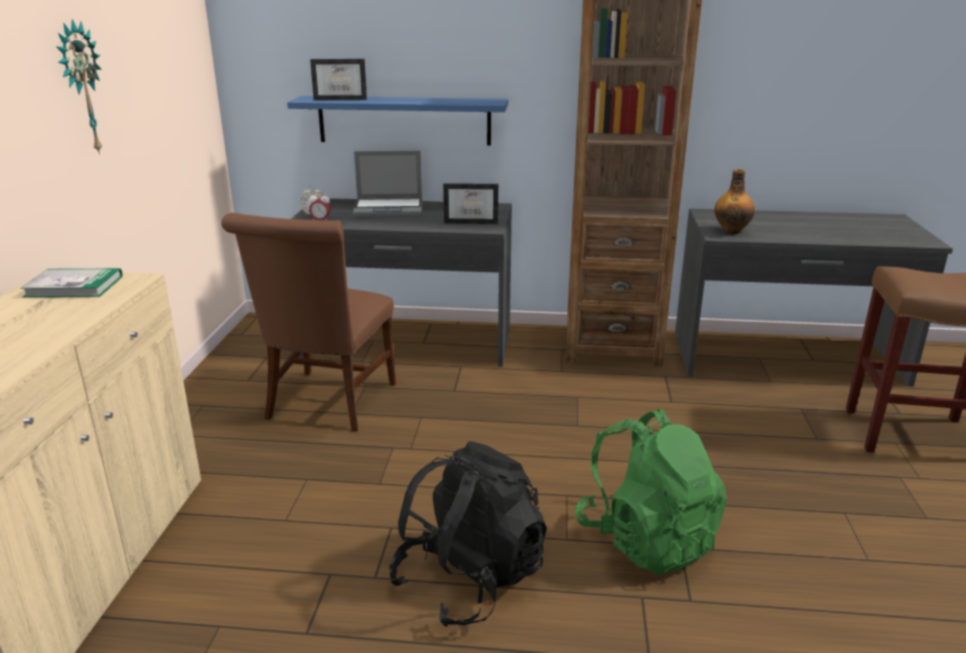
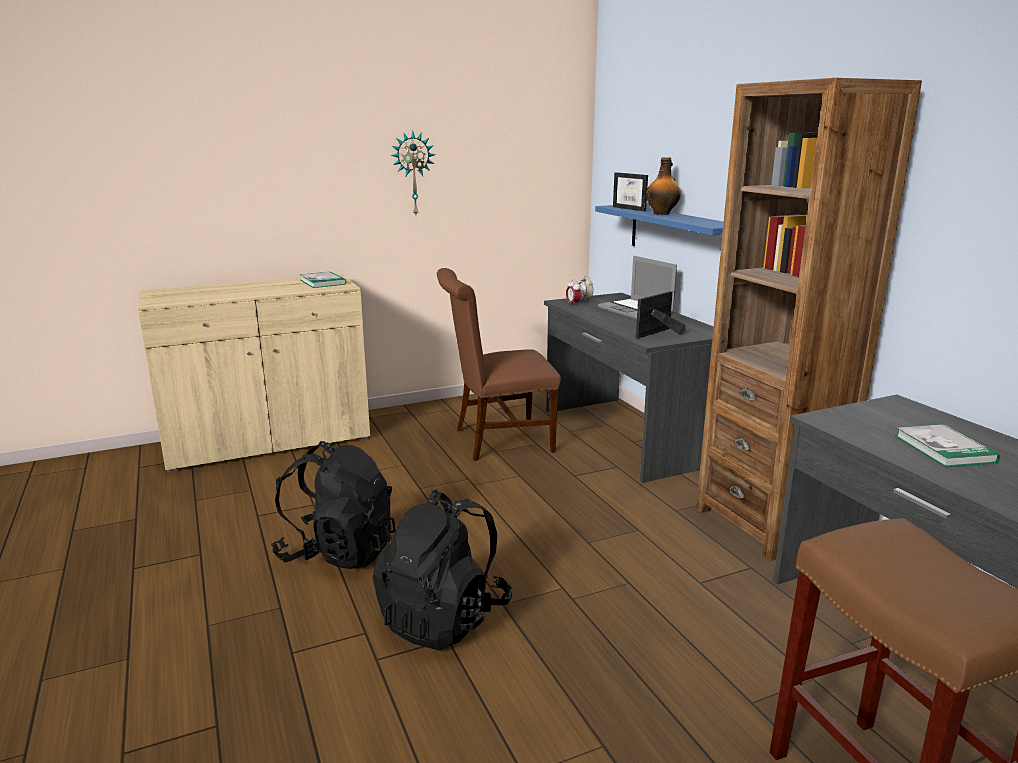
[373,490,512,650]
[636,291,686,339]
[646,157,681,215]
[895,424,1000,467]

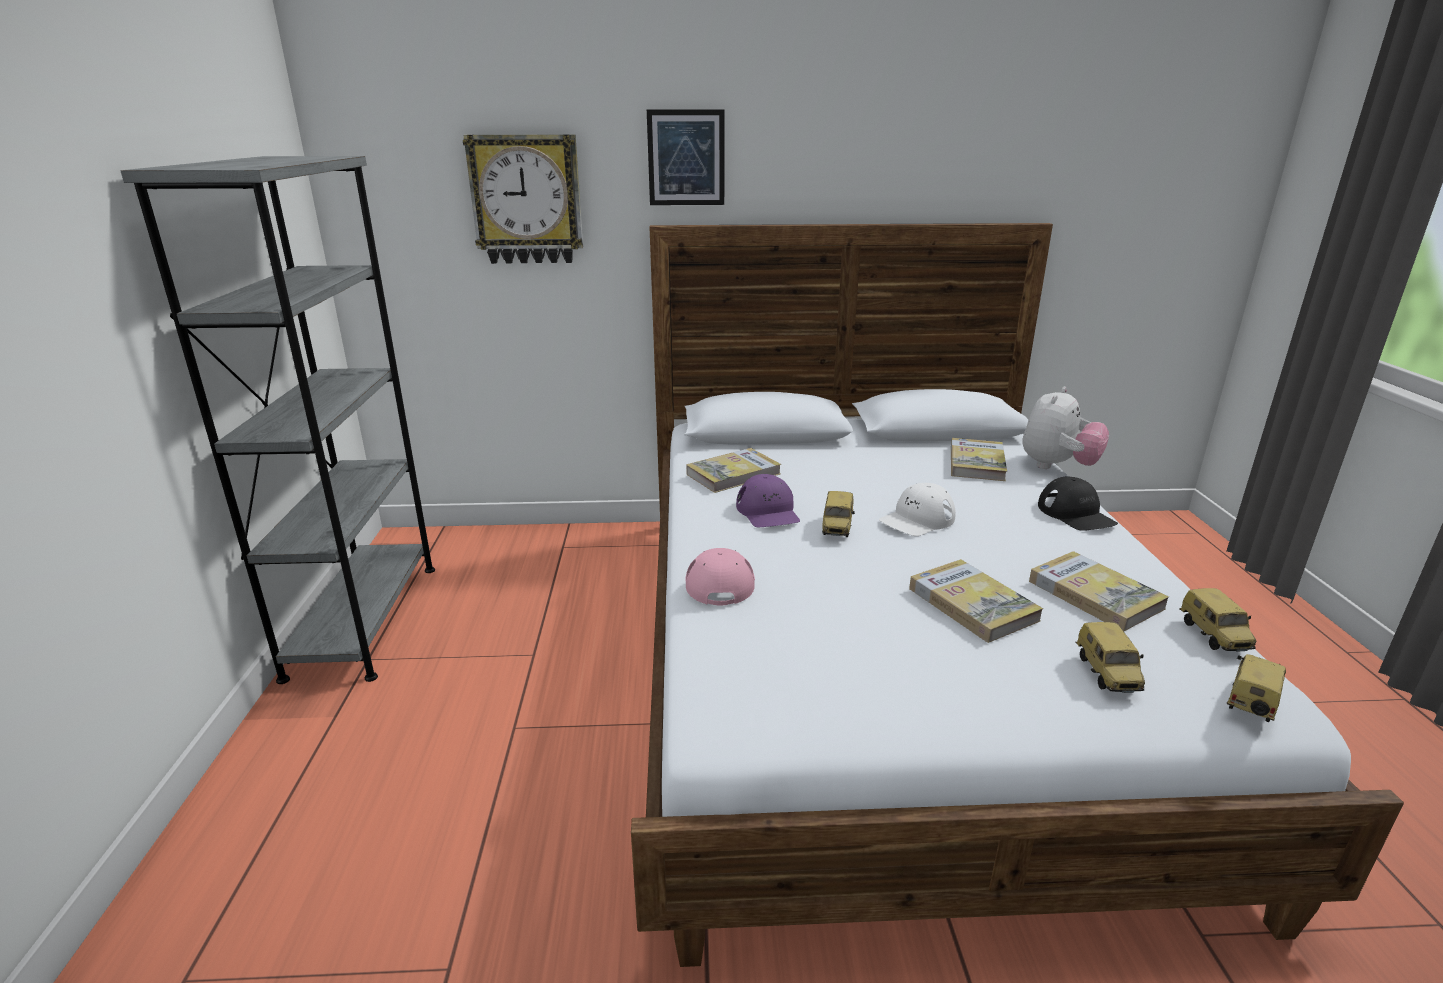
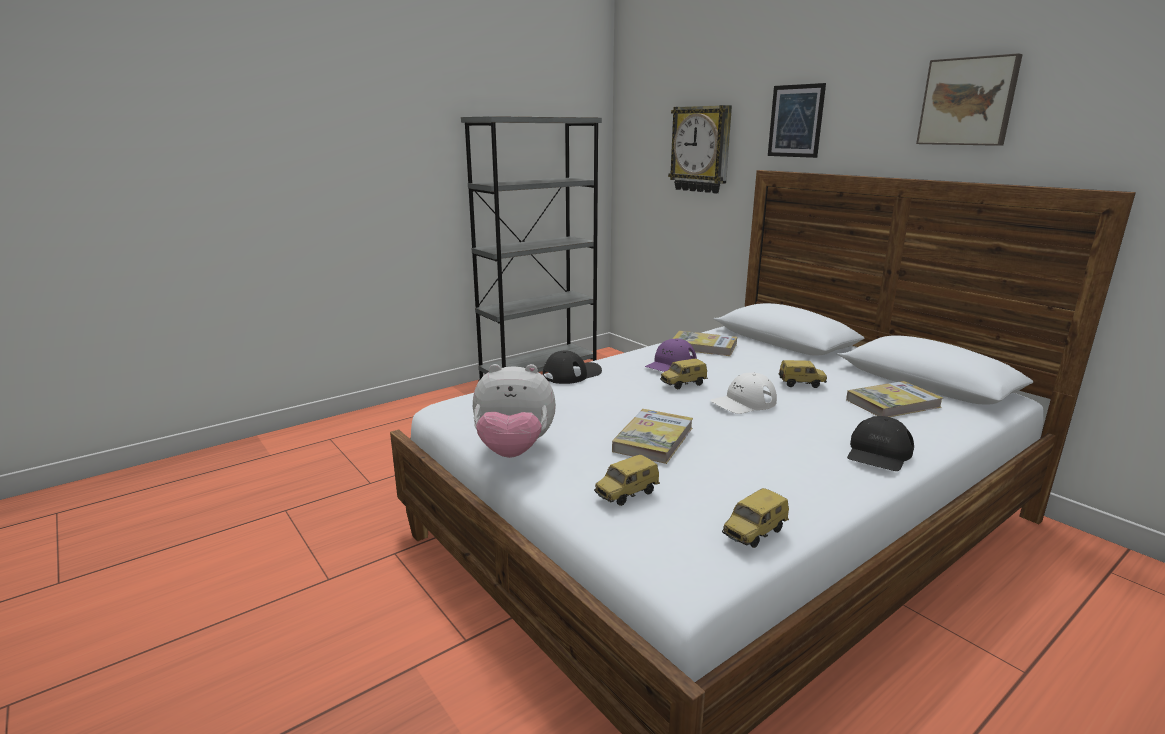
[473,364,556,458]
[543,351,602,384]
[710,372,777,414]
[779,360,827,388]
[916,53,1023,146]
[1029,551,1169,632] (first image)

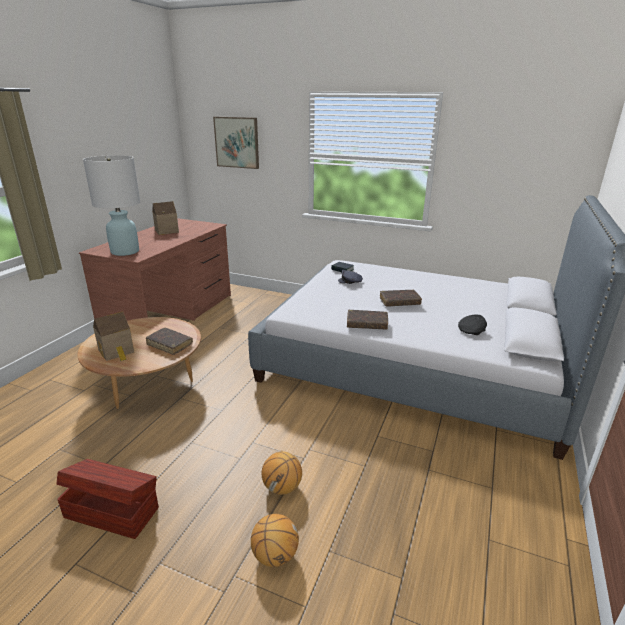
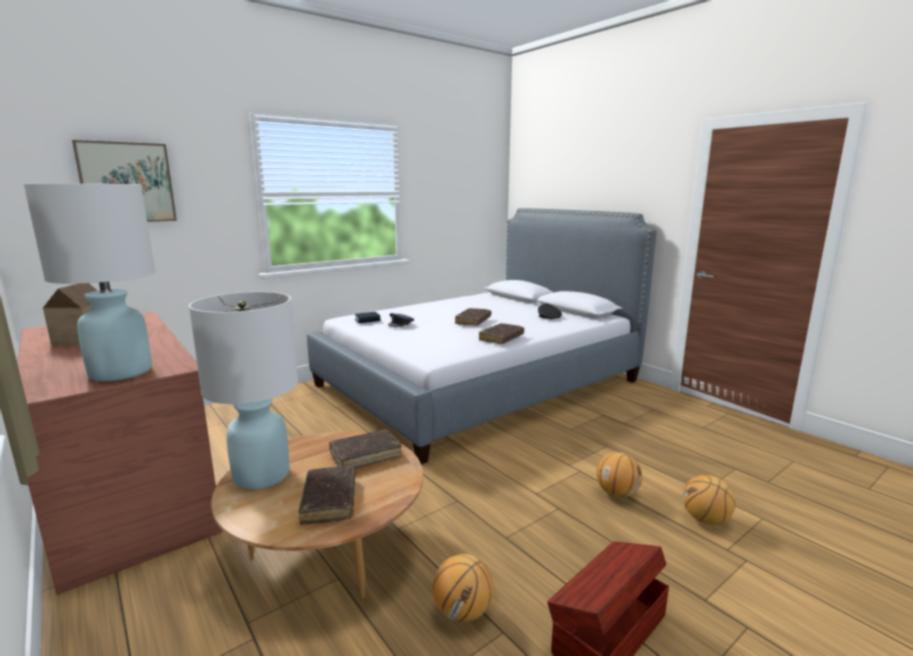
[189,292,298,490]
[299,466,356,525]
[433,554,493,622]

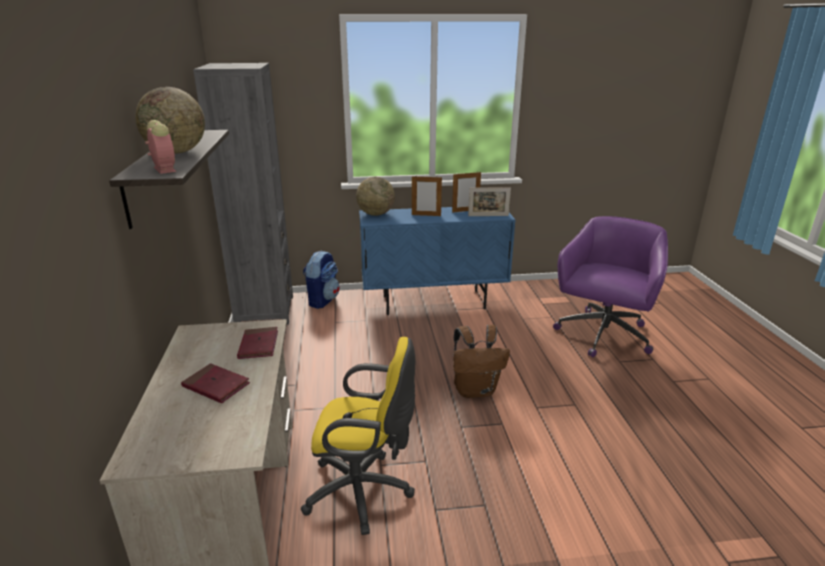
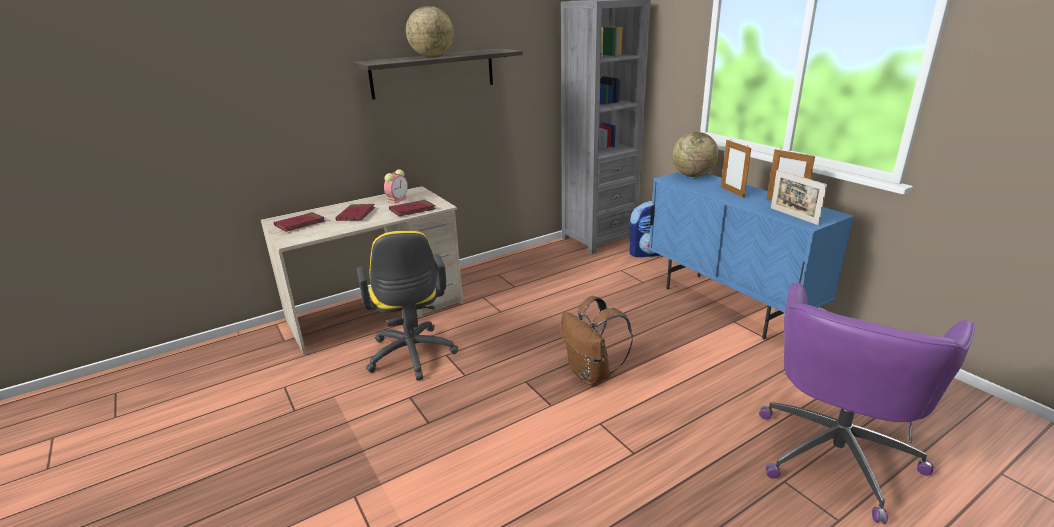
[274,212,325,232]
[384,169,408,204]
[759,283,975,524]

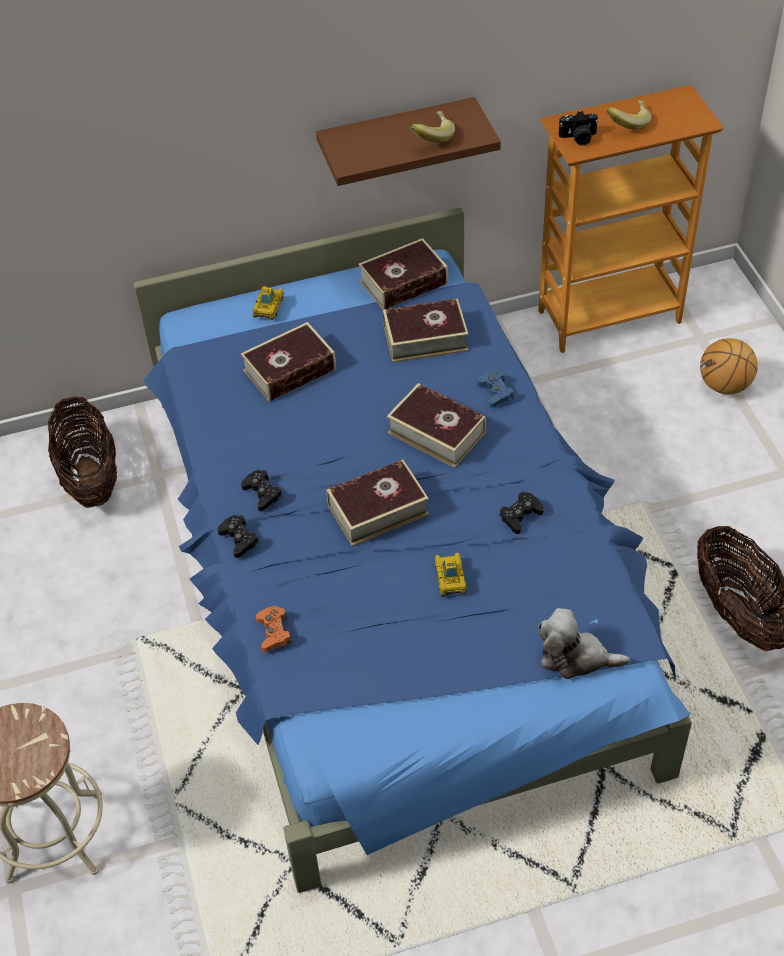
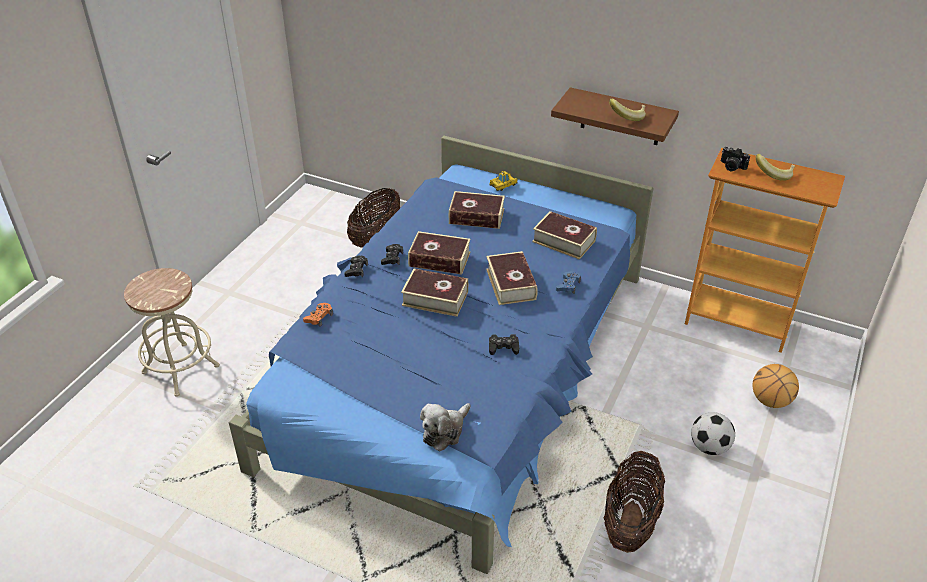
[408,231,470,274]
[420,403,471,452]
[691,412,735,455]
[435,552,467,597] (first image)

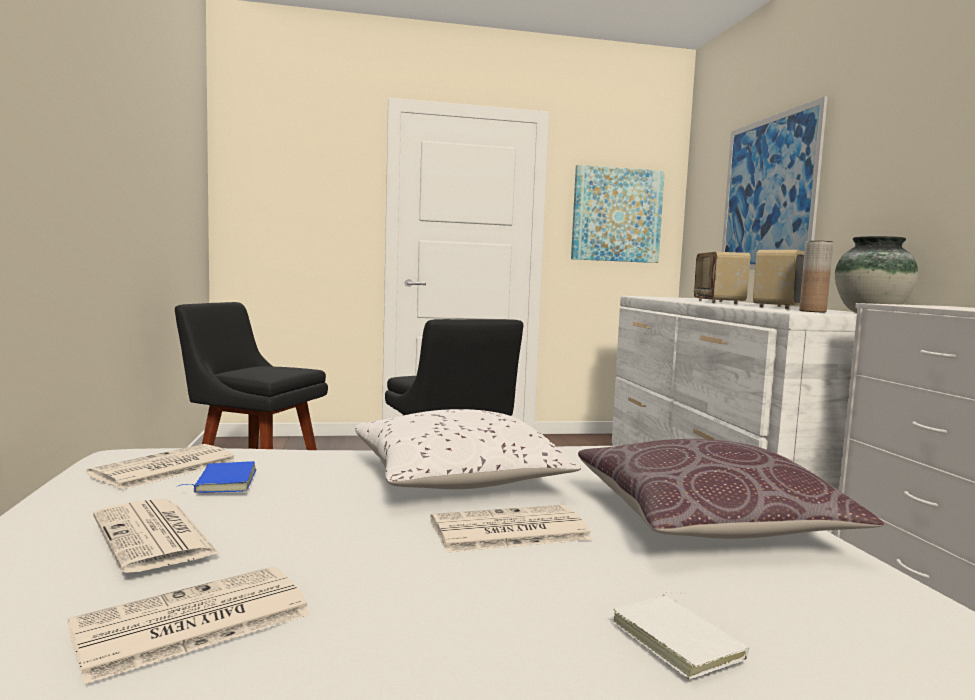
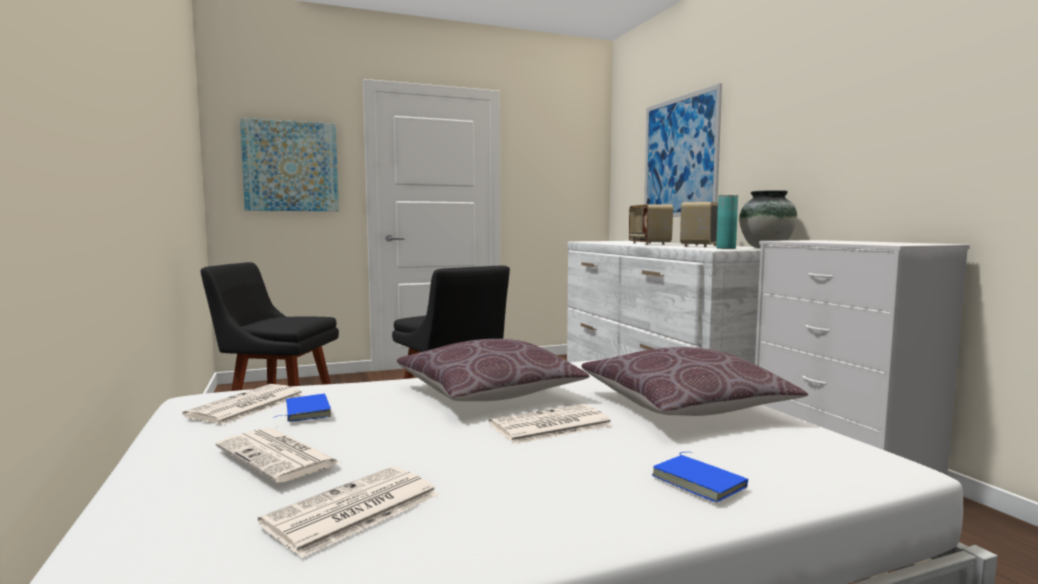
[240,118,339,211]
[397,339,590,401]
[651,452,748,503]
[716,195,738,249]

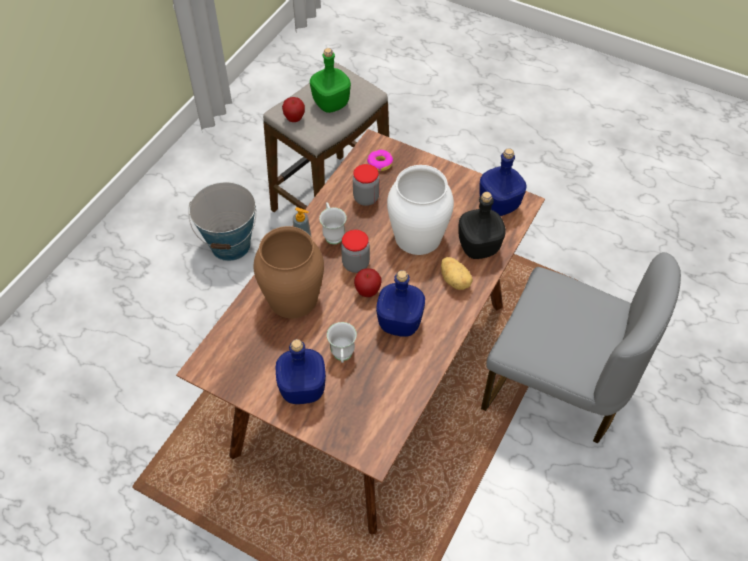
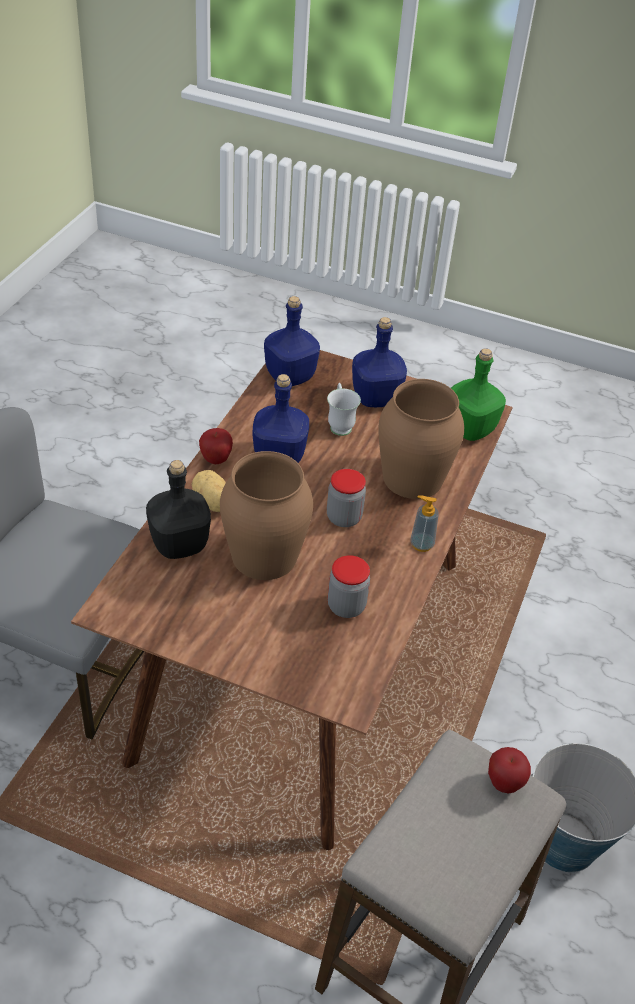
[199,428,233,464]
[220,451,313,580]
[264,296,320,386]
[451,348,506,441]
[319,202,347,244] (first image)
[367,150,393,171] (first image)

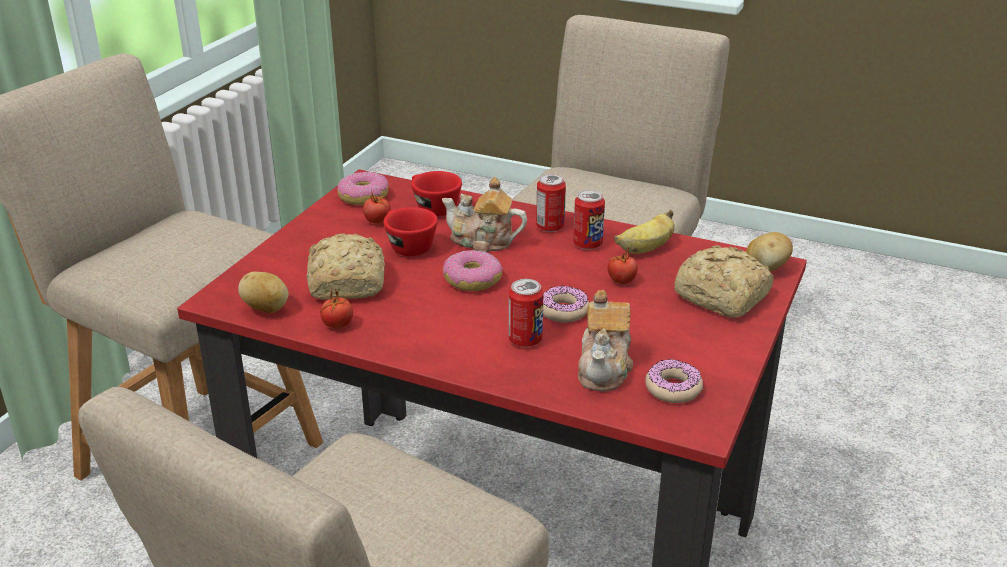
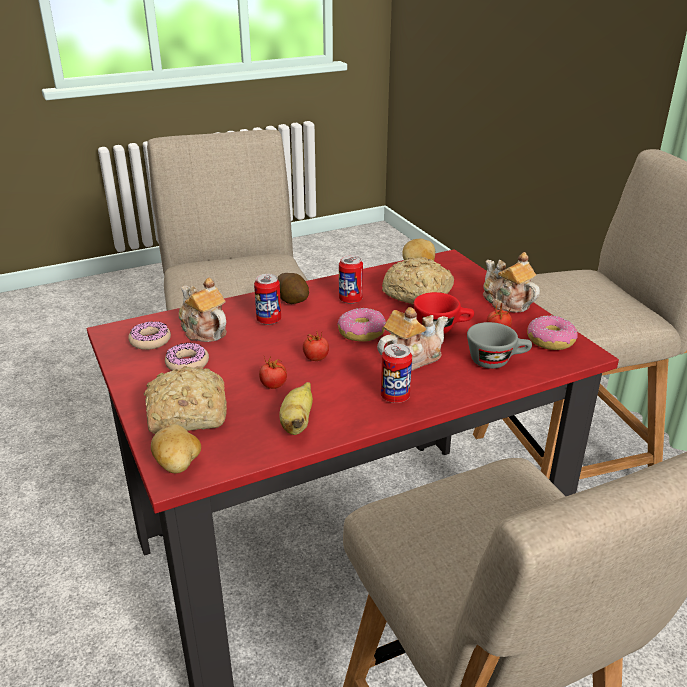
[165,342,209,370]
[277,273,309,304]
[303,332,329,361]
[339,255,363,304]
[467,322,532,369]
[483,252,540,313]

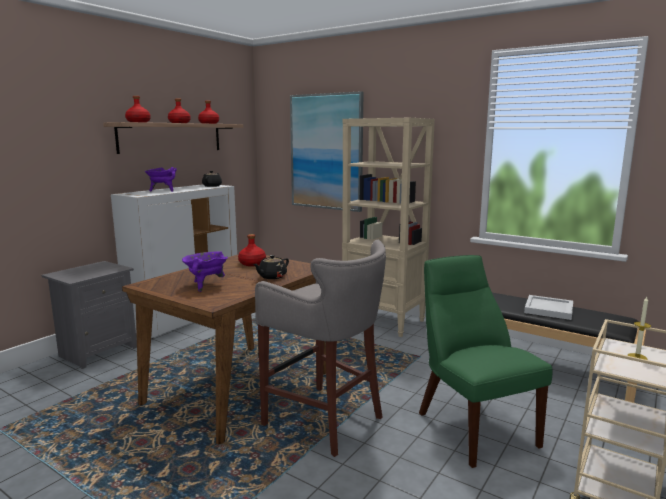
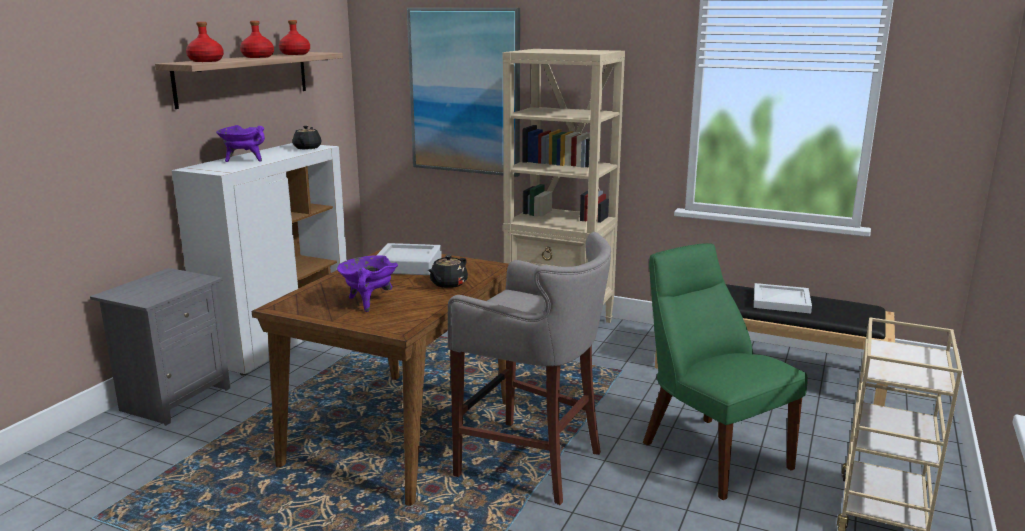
[377,243,442,275]
[628,297,651,360] (first image)

